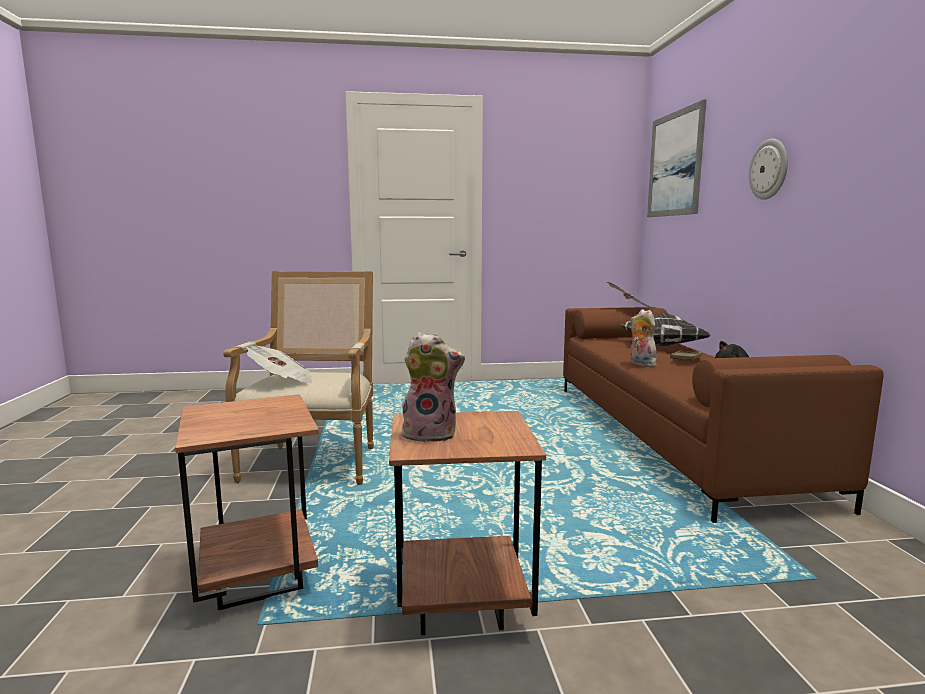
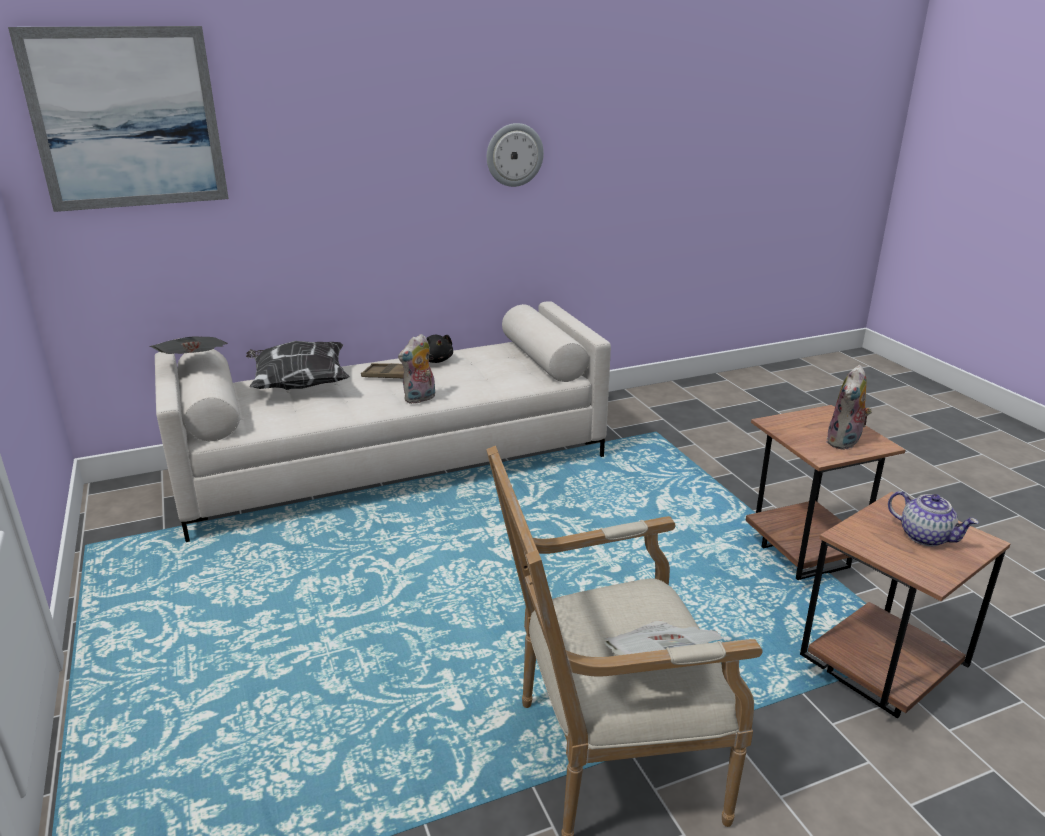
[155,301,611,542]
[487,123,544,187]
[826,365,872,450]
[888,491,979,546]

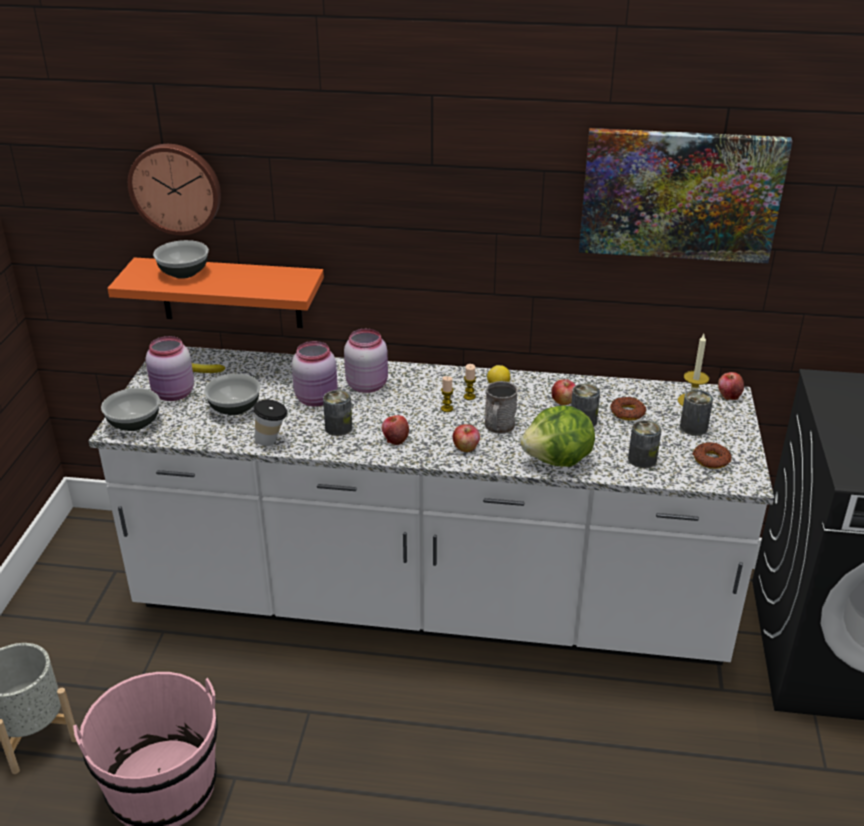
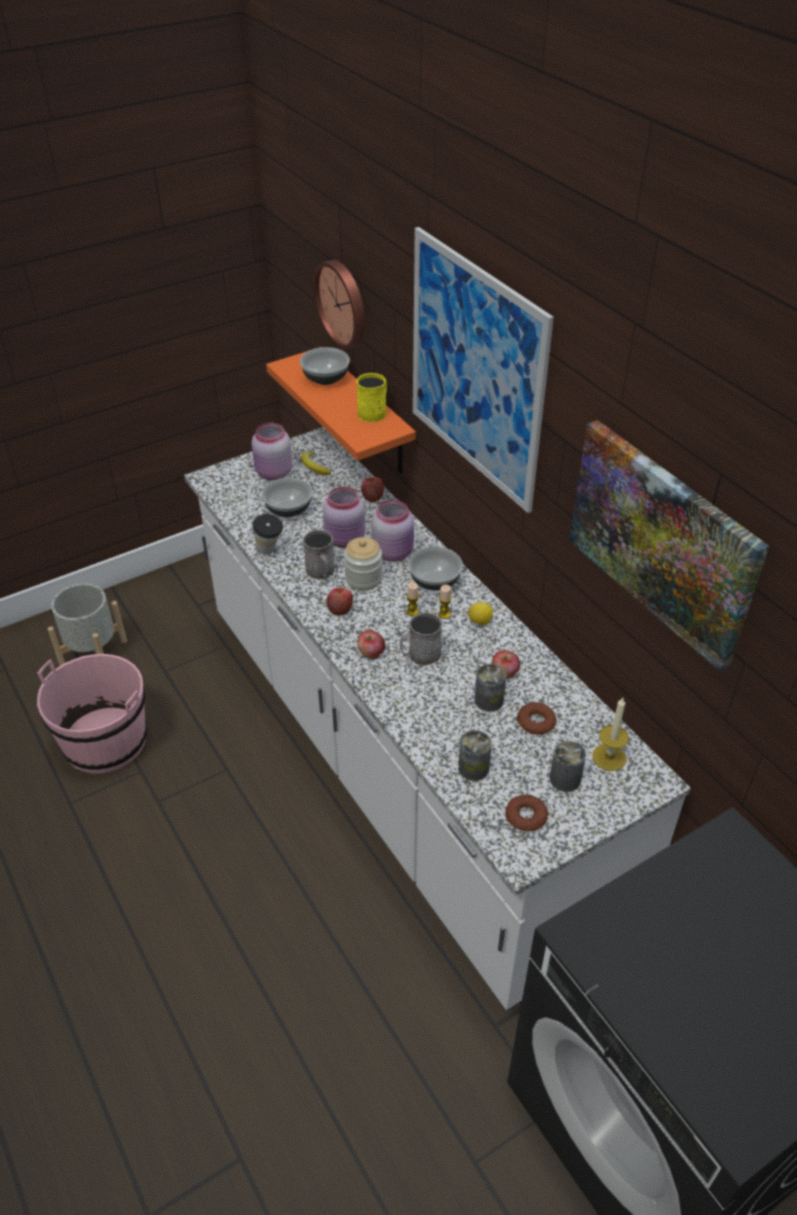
[303,529,335,579]
[344,537,382,590]
[356,373,387,422]
[361,477,384,503]
[408,546,463,590]
[413,227,554,513]
[520,406,595,467] (first image)

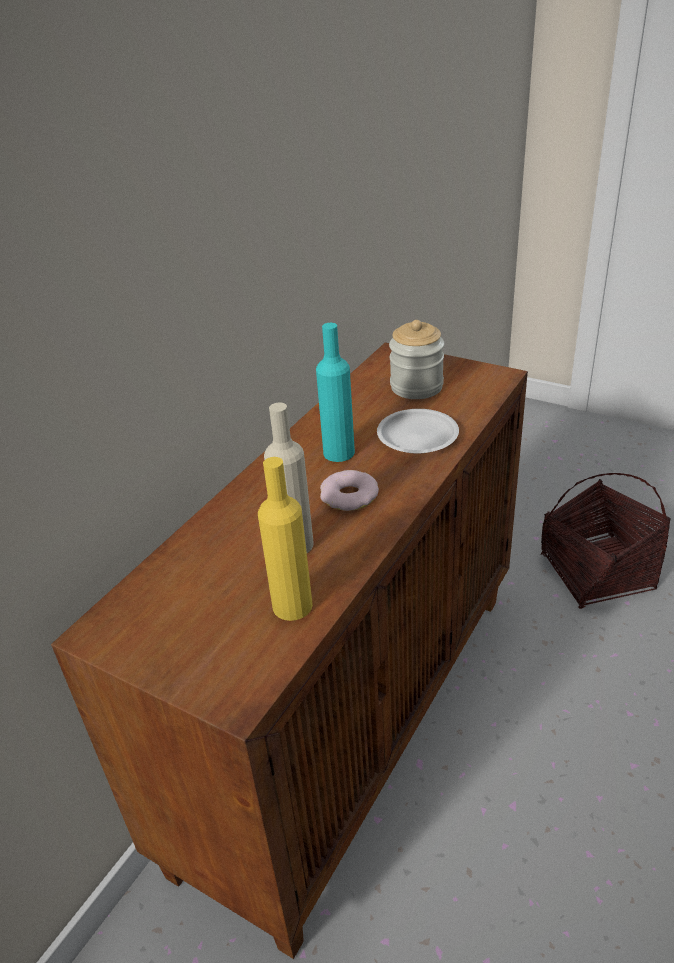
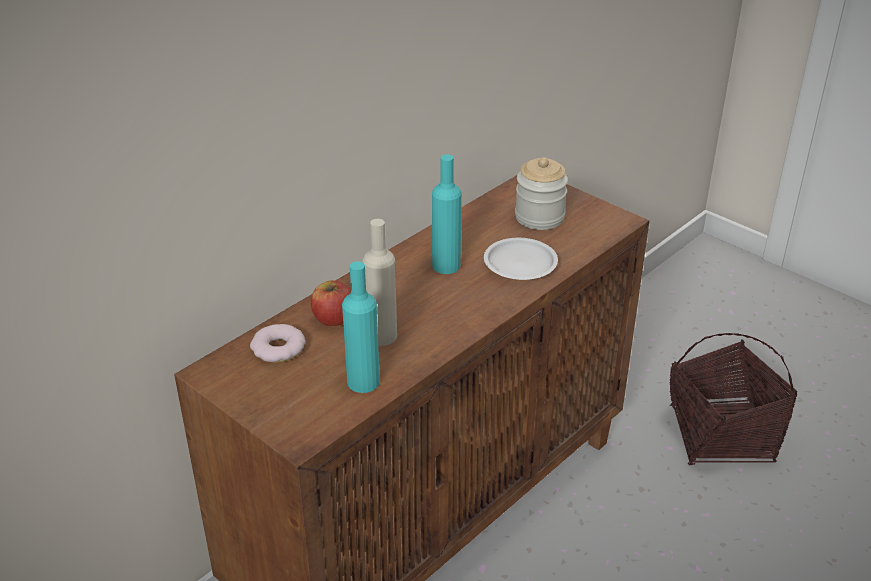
[250,324,305,362]
[311,280,351,326]
[342,261,380,393]

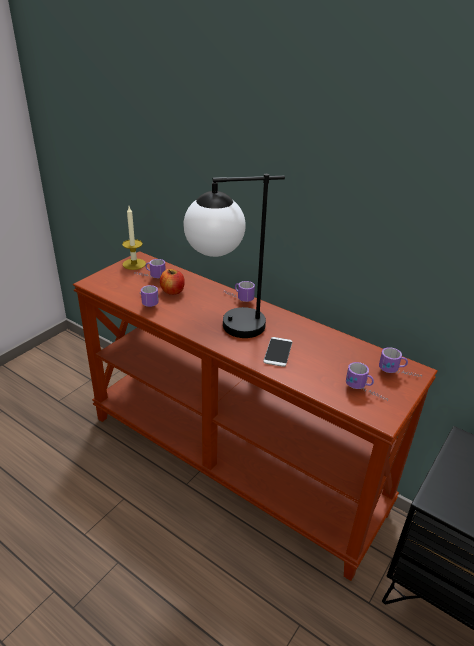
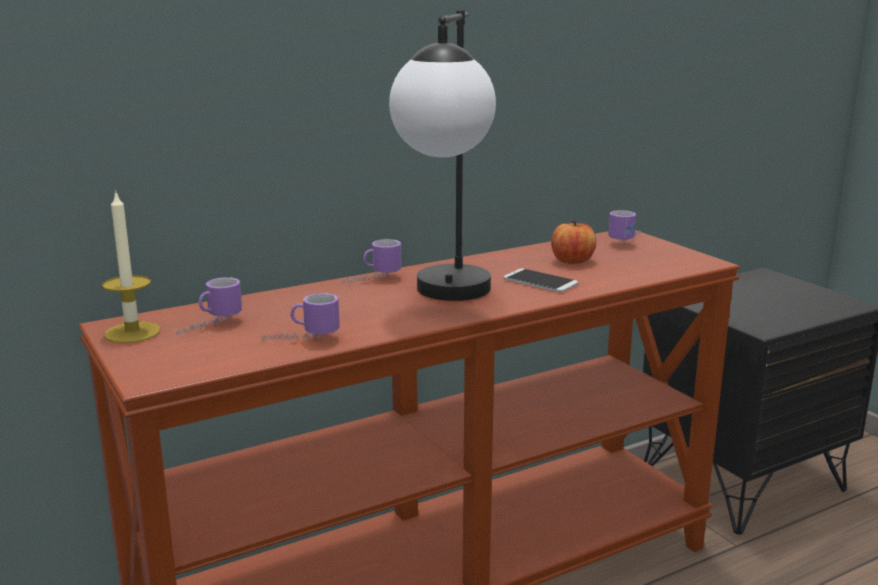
[551,220,596,264]
[346,362,388,401] (first image)

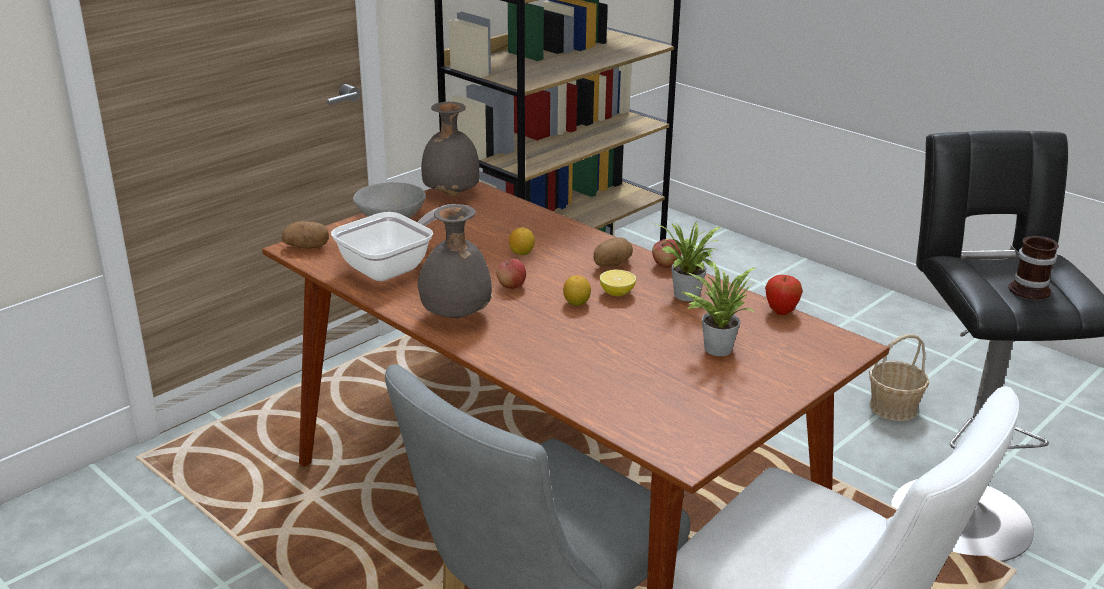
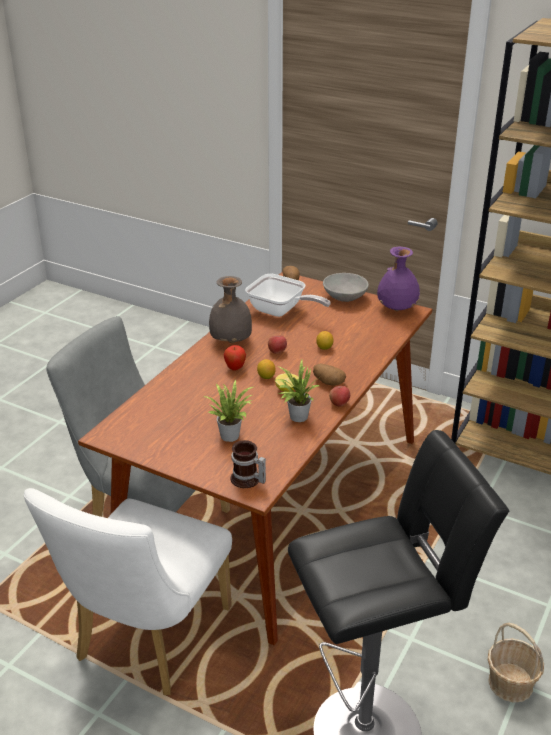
[224,345,246,371]
[230,440,266,488]
[377,247,420,311]

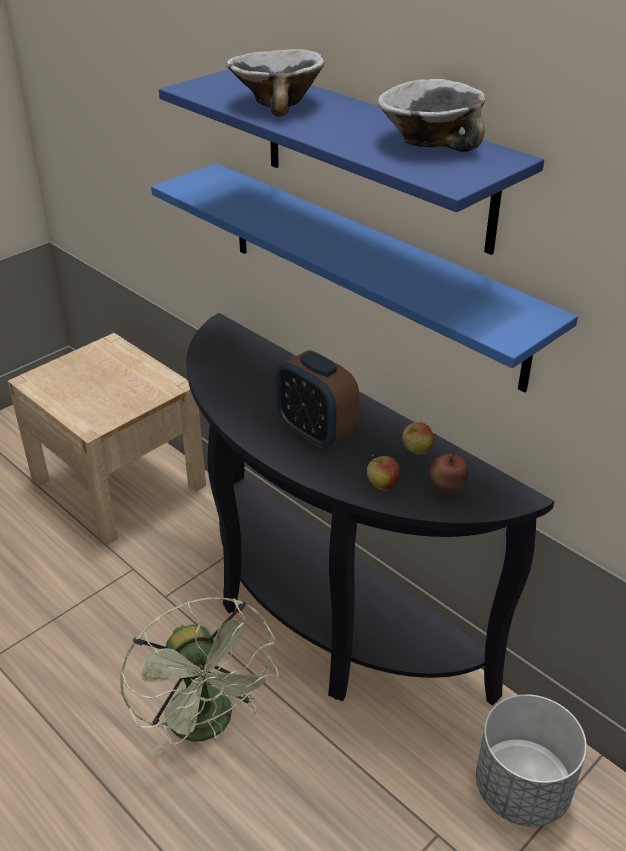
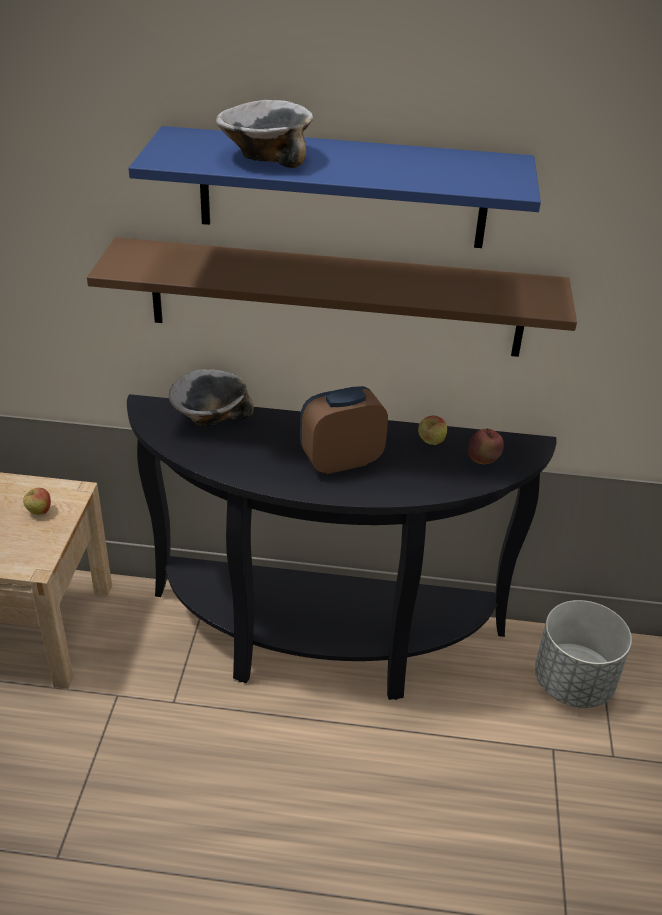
[23,488,51,515]
[87,237,577,357]
[169,369,254,426]
[300,386,388,474]
[120,597,279,758] (first image)

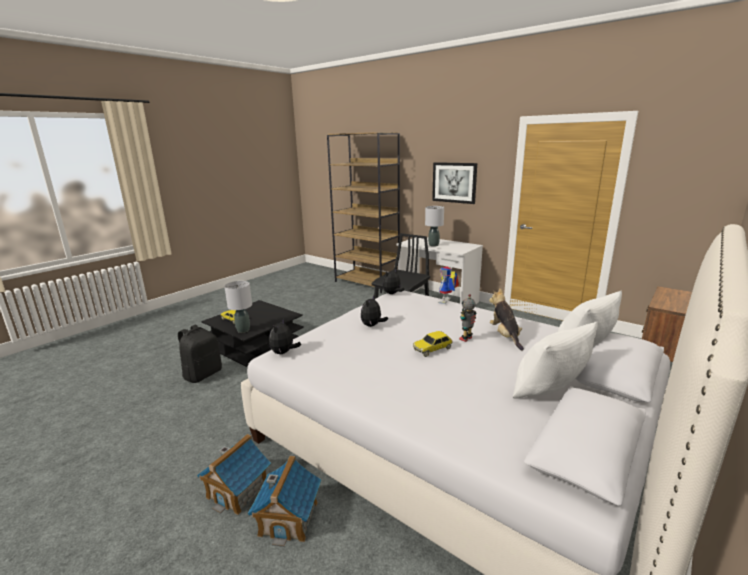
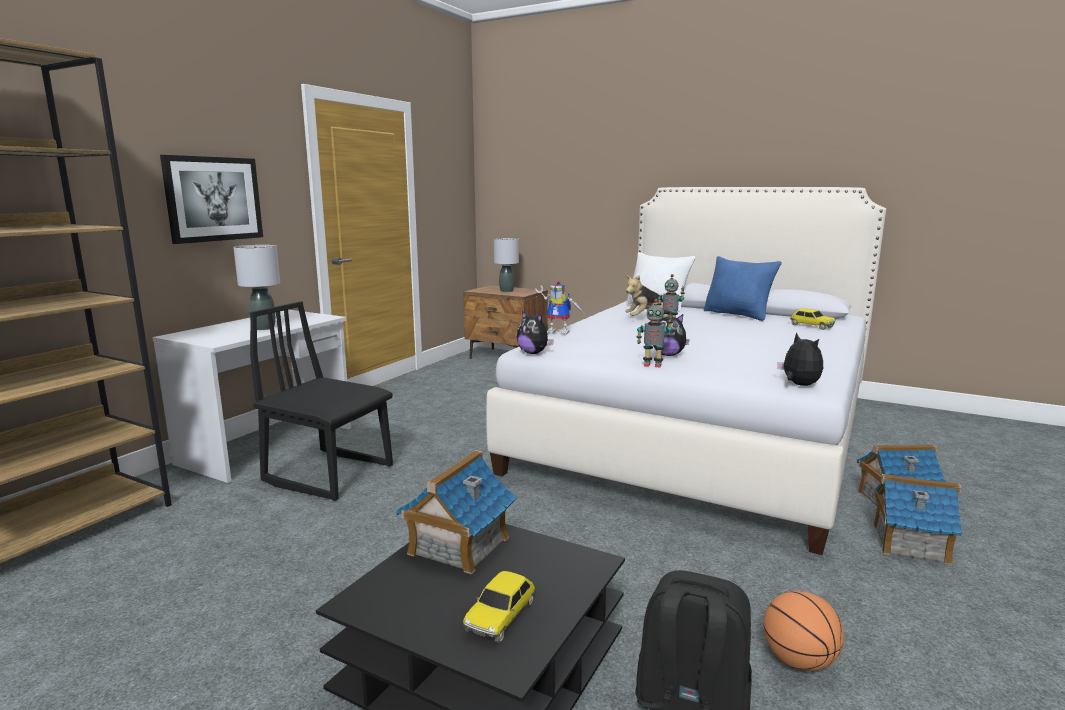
[395,450,517,574]
[494,238,519,292]
[636,299,673,367]
[704,256,782,321]
[763,591,844,671]
[777,332,823,386]
[790,308,836,330]

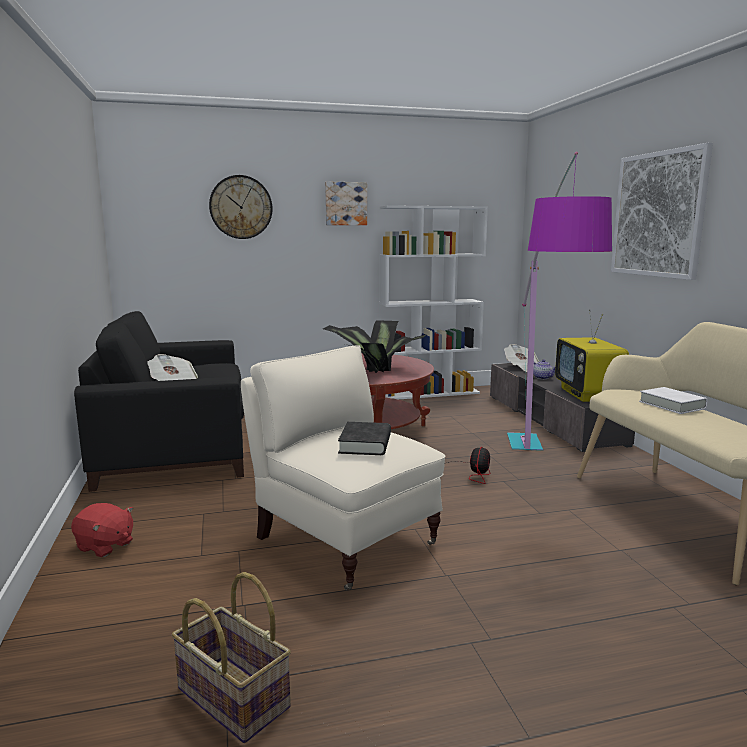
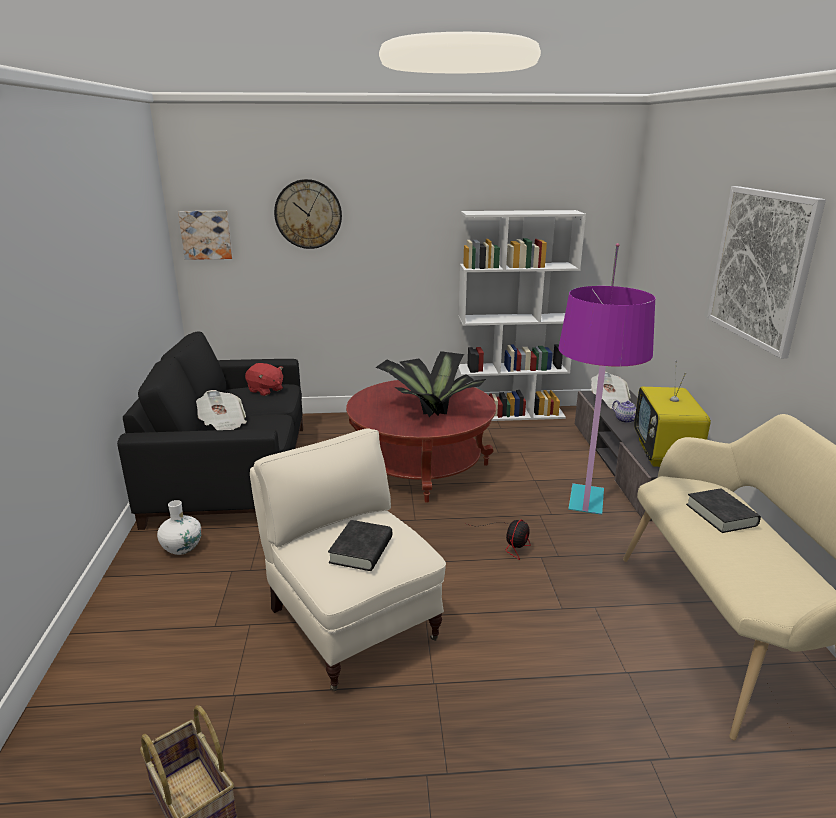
[157,500,202,555]
[178,211,233,260]
[245,363,283,396]
[686,488,761,533]

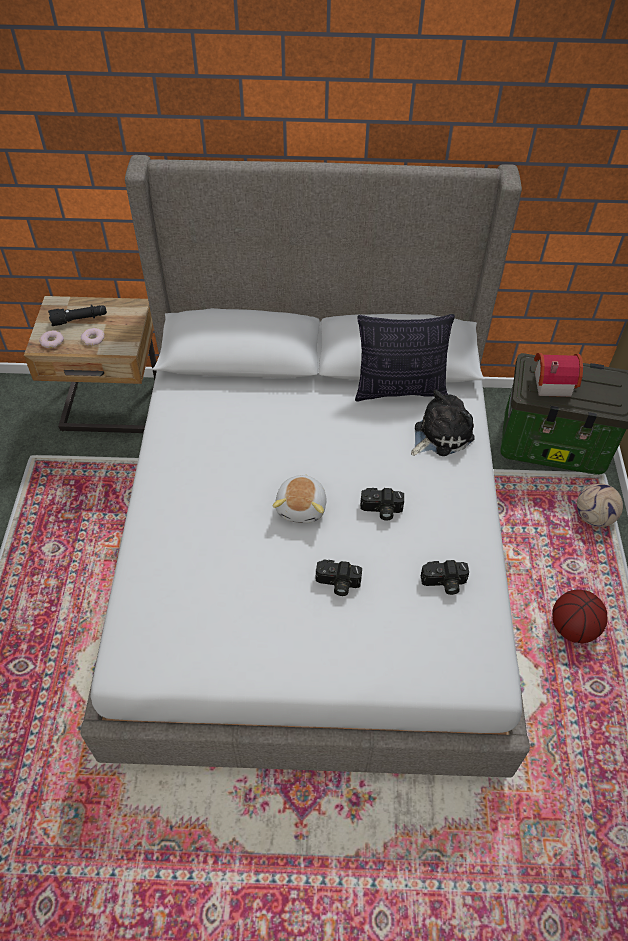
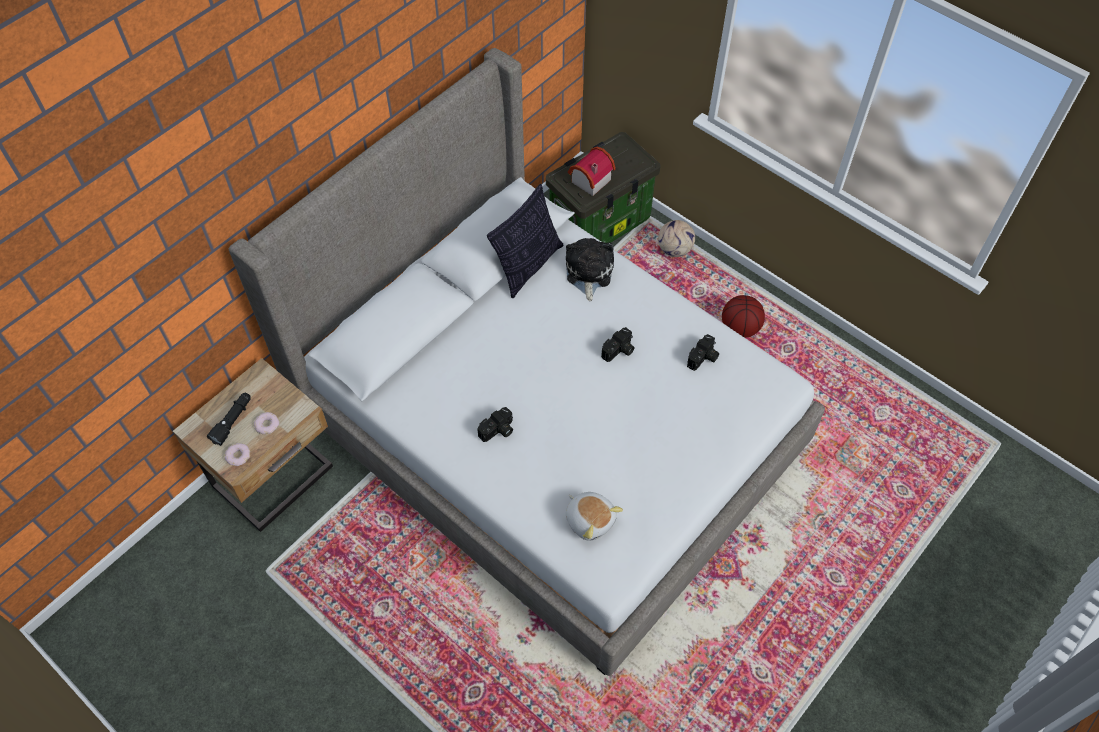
[478,407,513,442]
[566,492,623,541]

